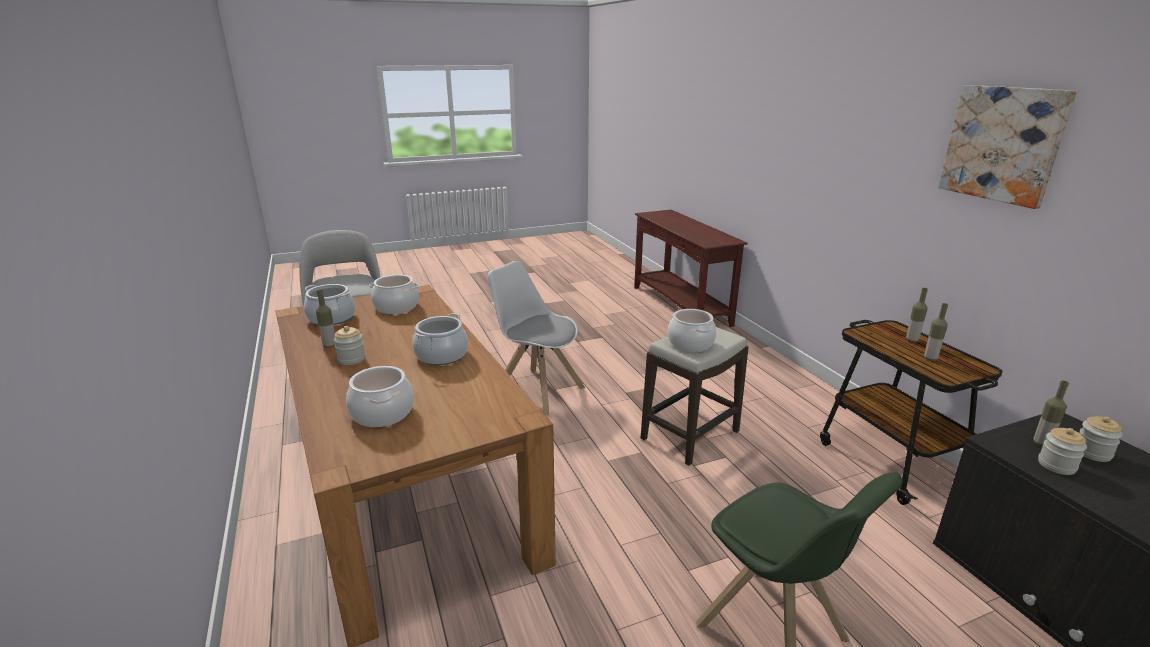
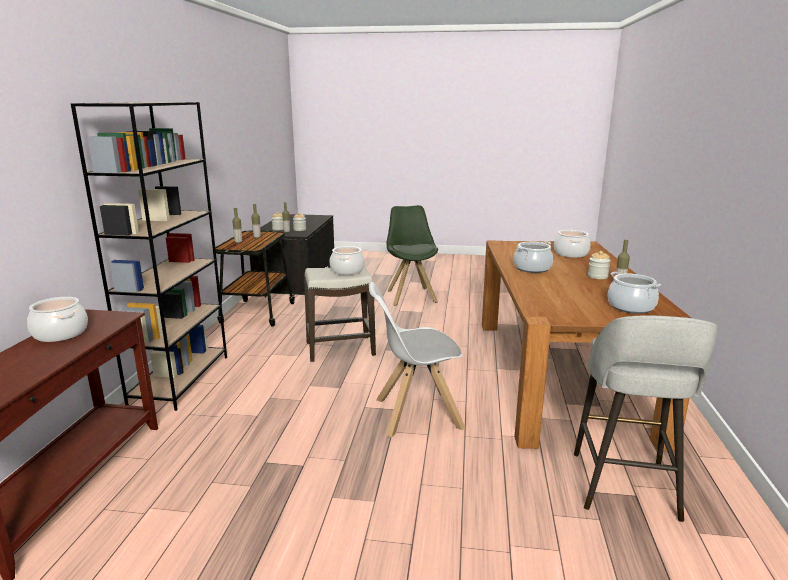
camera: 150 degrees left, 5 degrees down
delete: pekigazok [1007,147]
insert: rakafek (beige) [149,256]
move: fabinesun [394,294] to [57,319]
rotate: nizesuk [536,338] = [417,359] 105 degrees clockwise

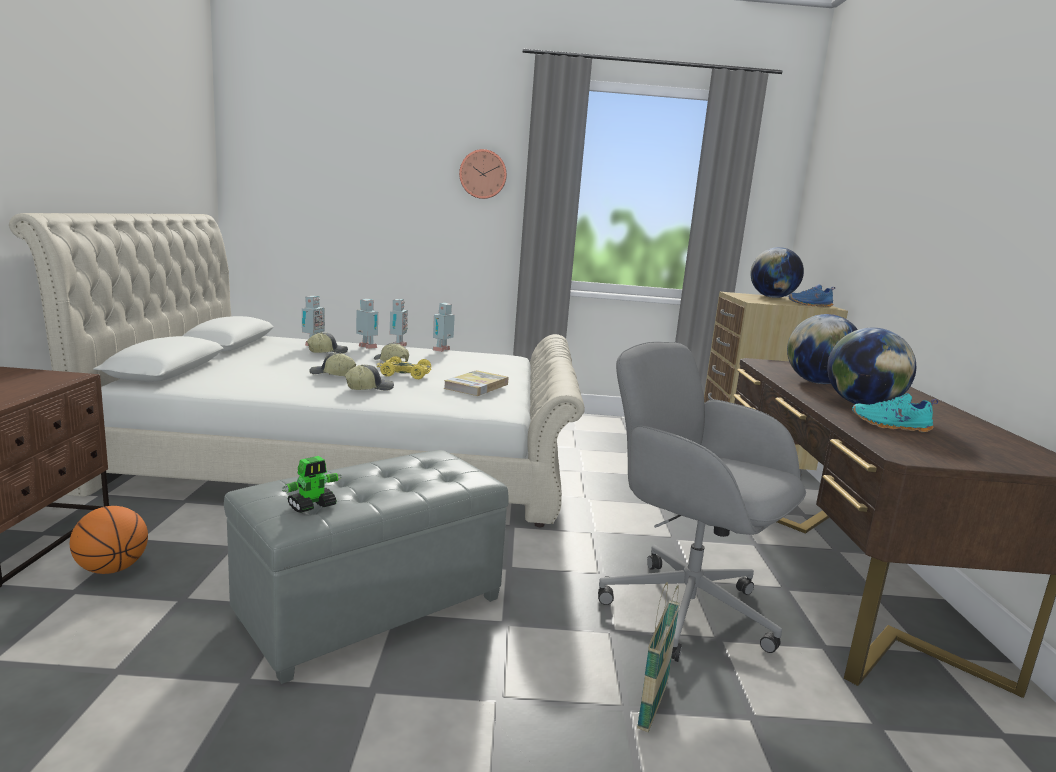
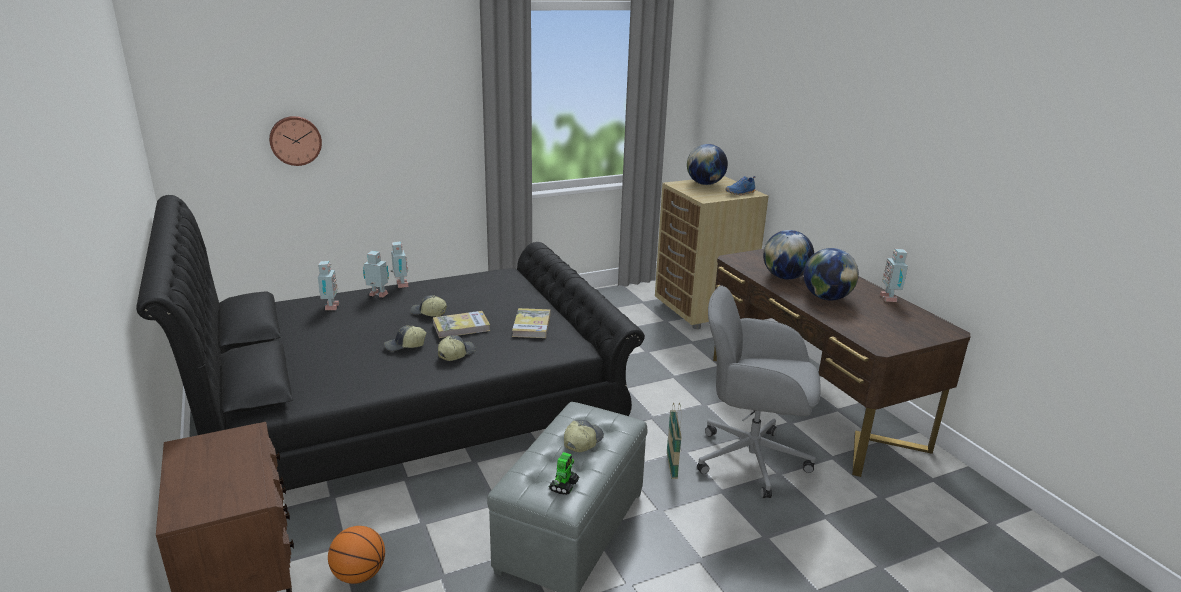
camera: 25 degrees left, 10 degrees up
delete: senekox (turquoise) [895,412]
move: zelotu [327,342] to [584,436]; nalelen [444,327] to [894,275]; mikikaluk [483,174] to [295,141]; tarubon [658,657] to [674,440]
replace: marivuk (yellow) [404,367] to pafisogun [461,324]
recolor: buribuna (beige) [297,370] to buribuna (black) [390,343]

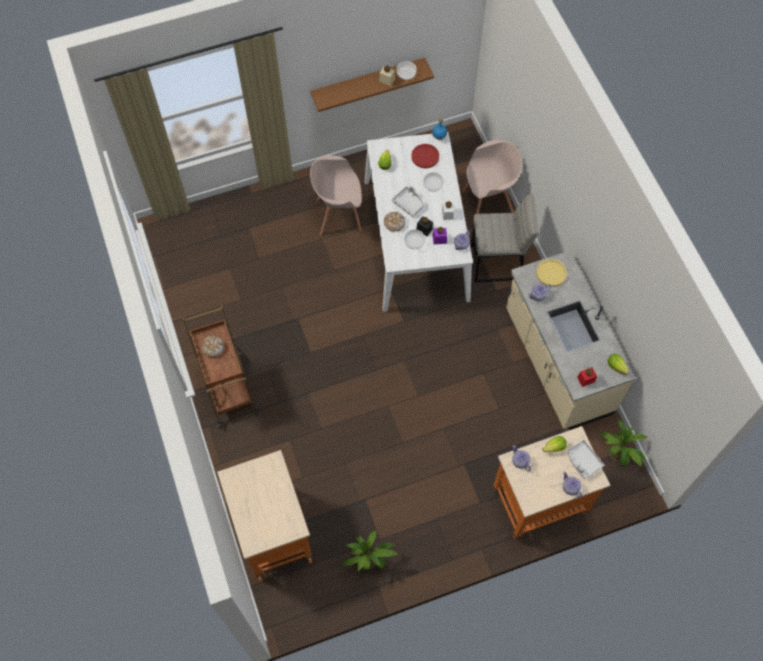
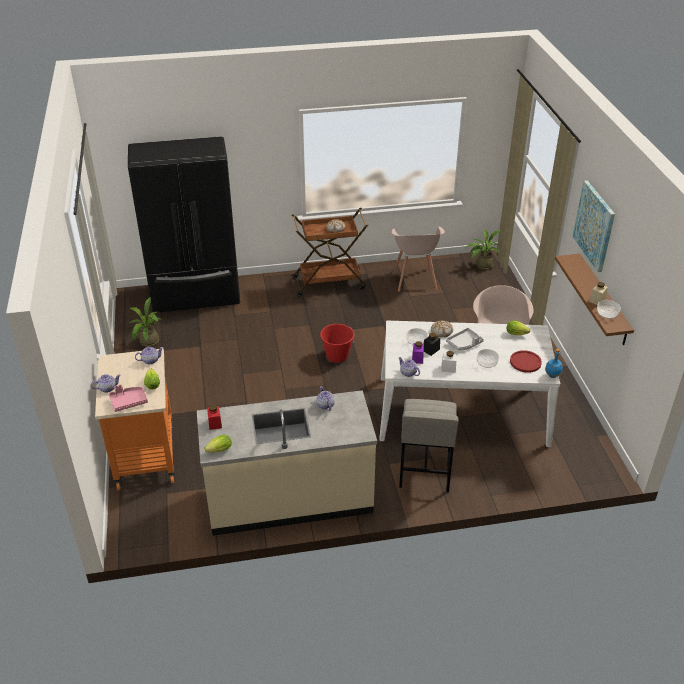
camera: 100 degrees right, 25 degrees down
delete: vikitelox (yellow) [551,273]
insert: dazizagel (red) [337,343]; pekigazok [594,226]
move: nizesuk (beige) [492,177] to [418,259]; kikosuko [623,443] to [483,250]
replace: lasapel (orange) [264,516] to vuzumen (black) [184,224]
recolor: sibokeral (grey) [586,459] to sibokeral (pink) [128,398]

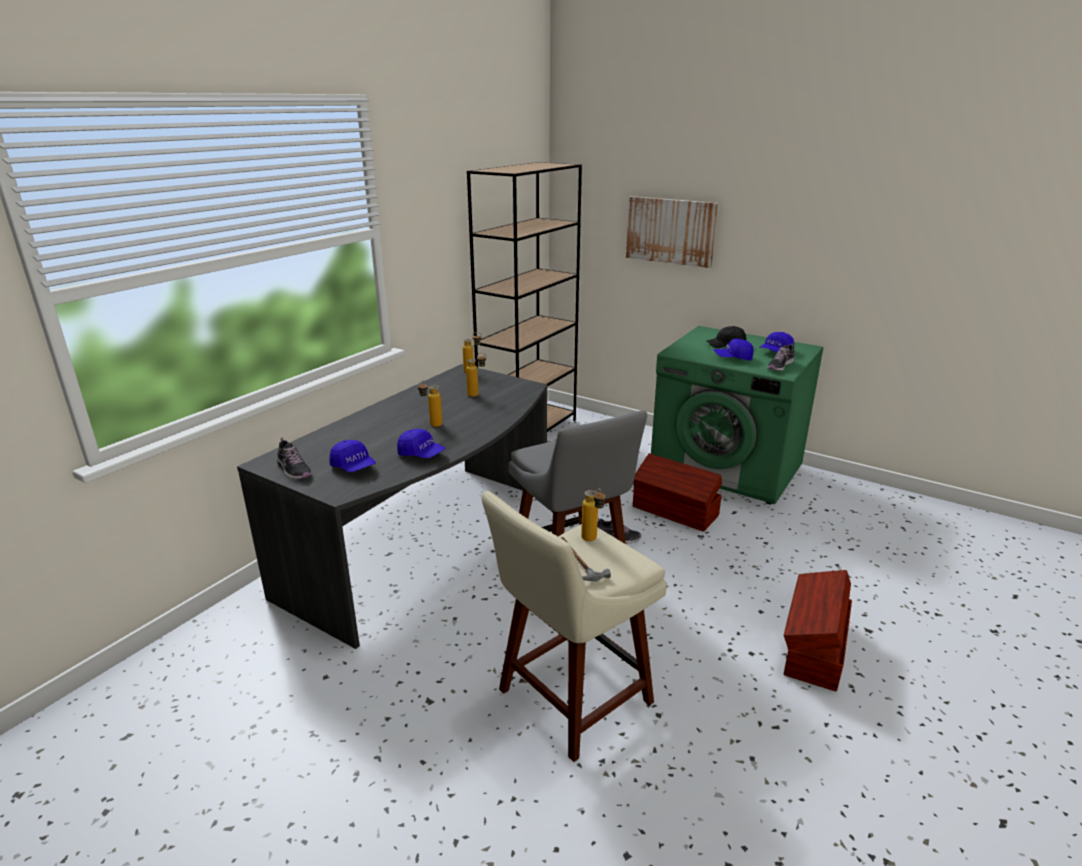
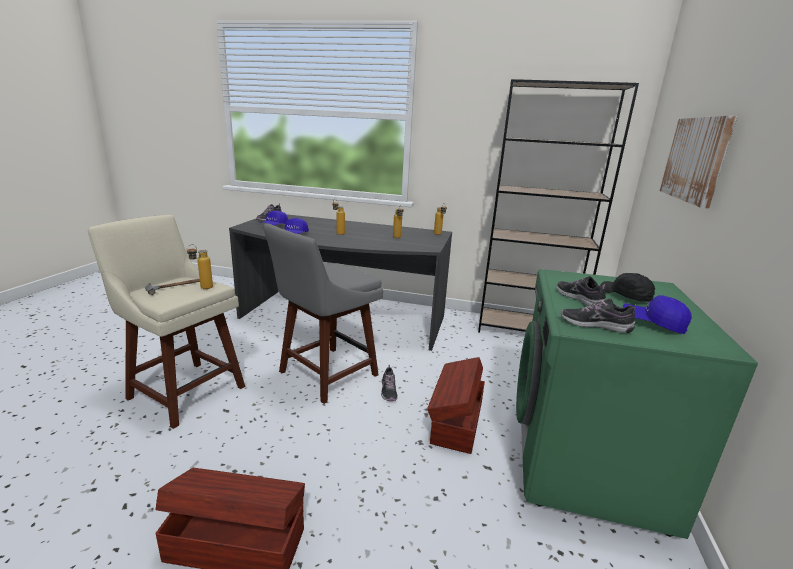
camera: 70 degrees right, 5 degrees down
replace: zelotu (blue) [733,349] to senekox [581,291]

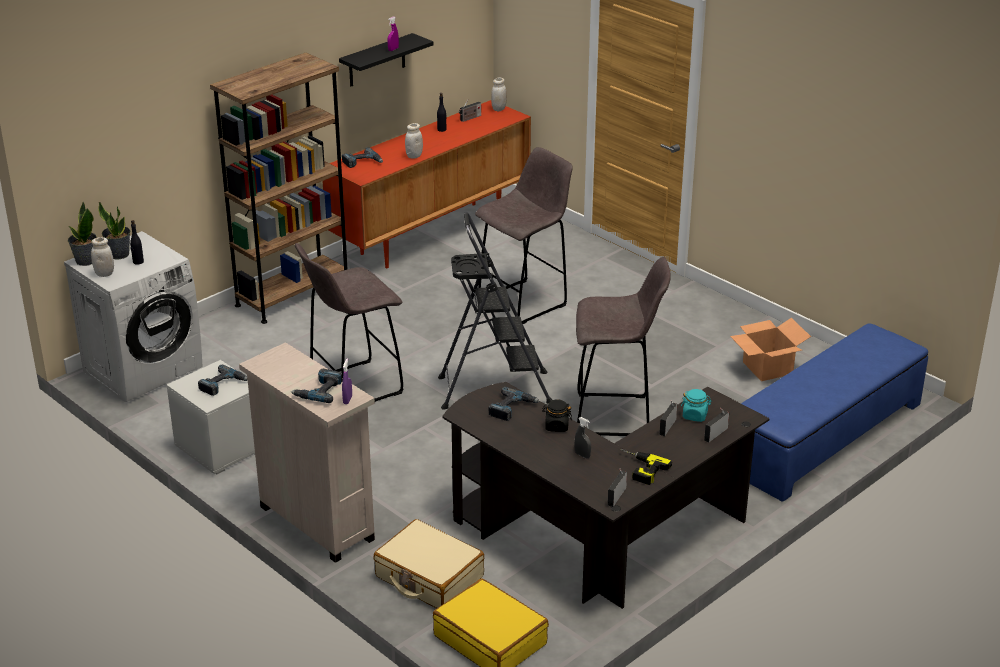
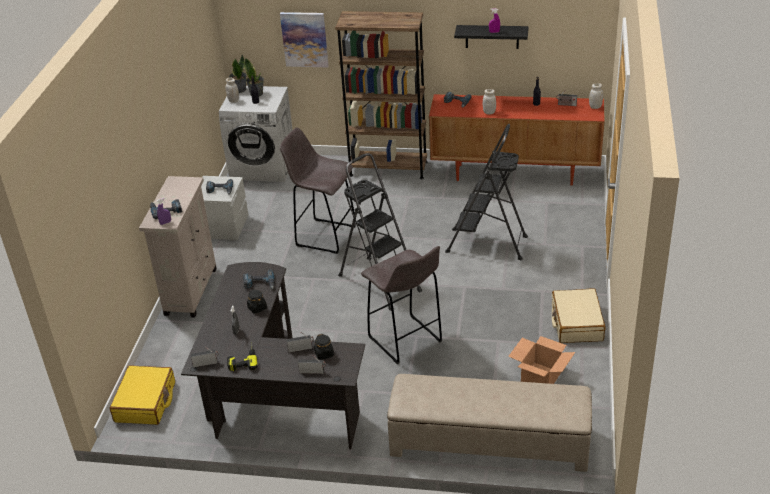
camera: 55 degrees right, 5 degrees up
insert: pekigazok [304,39]
move: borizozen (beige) [428,564] to [579,315]
replace: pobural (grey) [524,235] to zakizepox [486,192]
recolor: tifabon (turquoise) [696,405] to tifabon (black) [324,347]; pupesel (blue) [834,413] to pupesel (beige) [489,423]

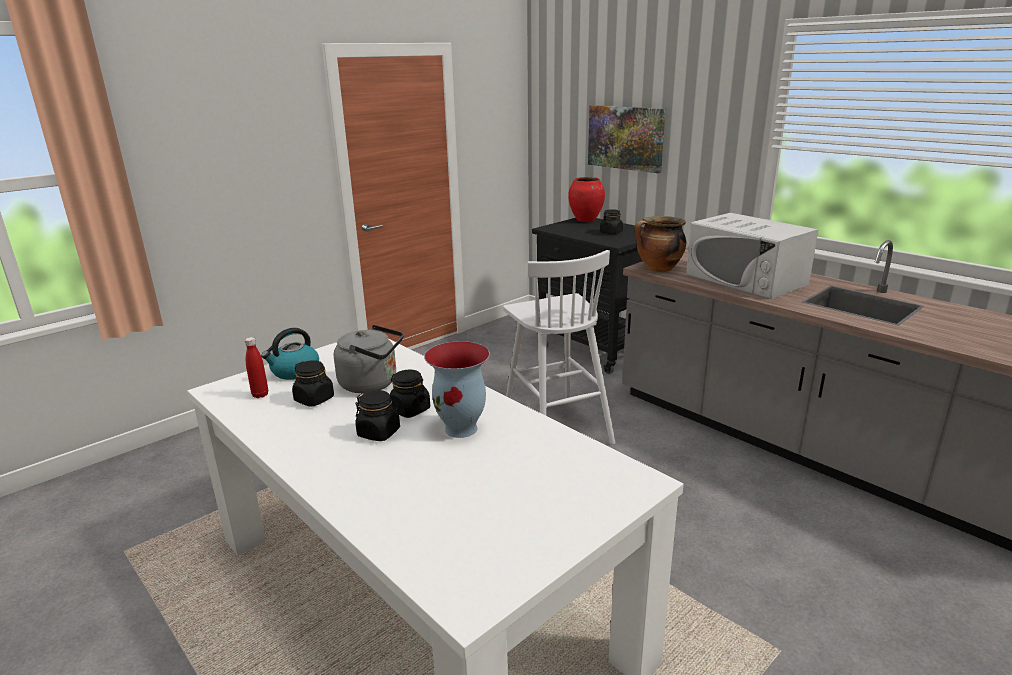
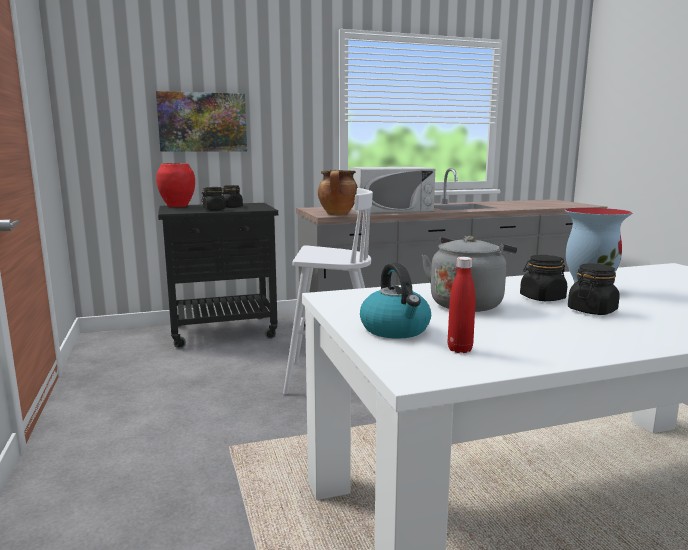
camera: 65 degrees left, 10 degrees down
move: tifabon (black) [313,383] to [214,199]

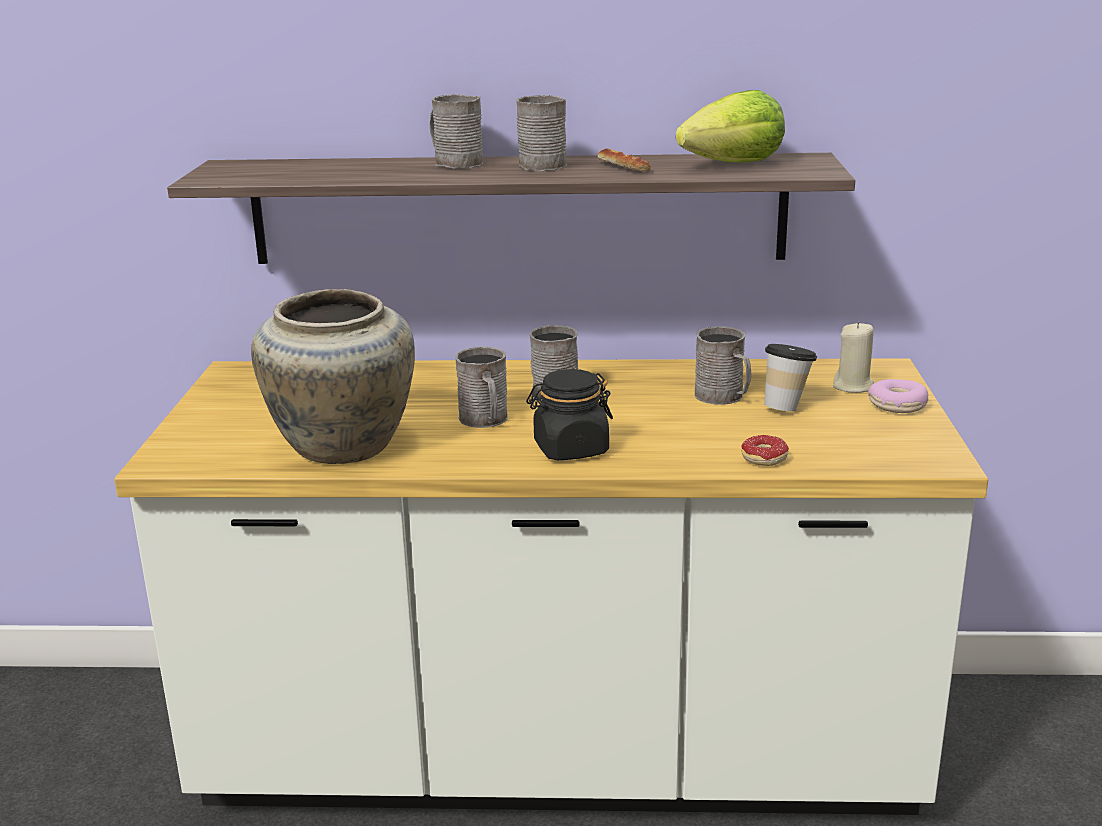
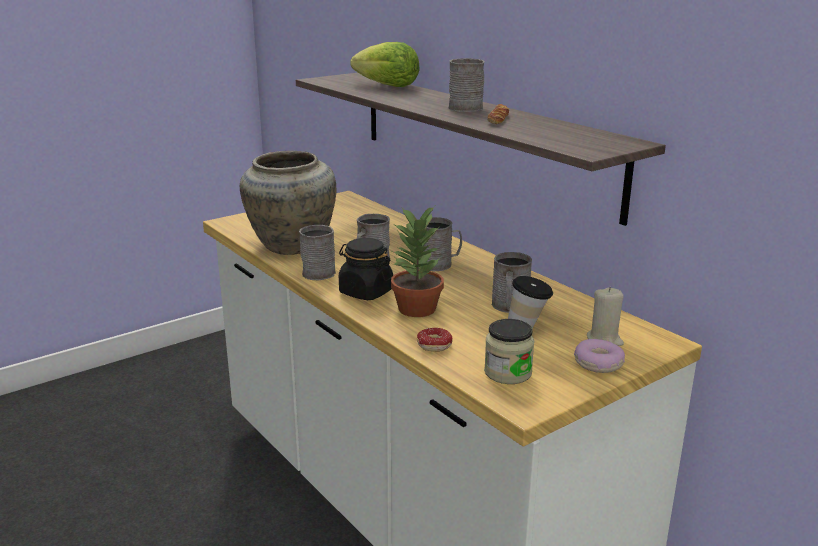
camera: 50 degrees right, 0 degrees up
insert: kikosuko [417,261]; tifabon [509,351]
move: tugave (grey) [456,131] to [317,252]; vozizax [730,126] to [385,64]

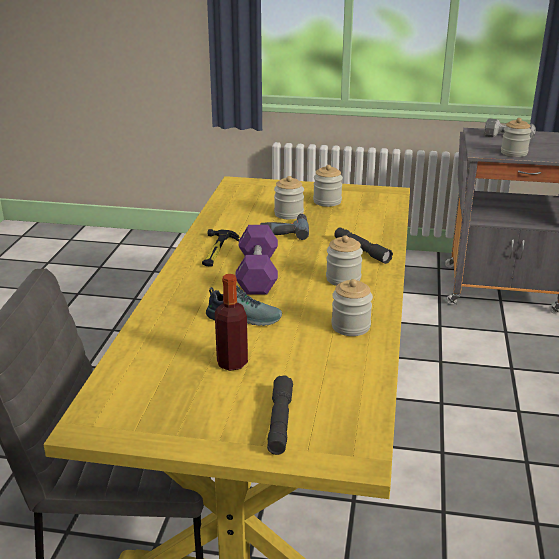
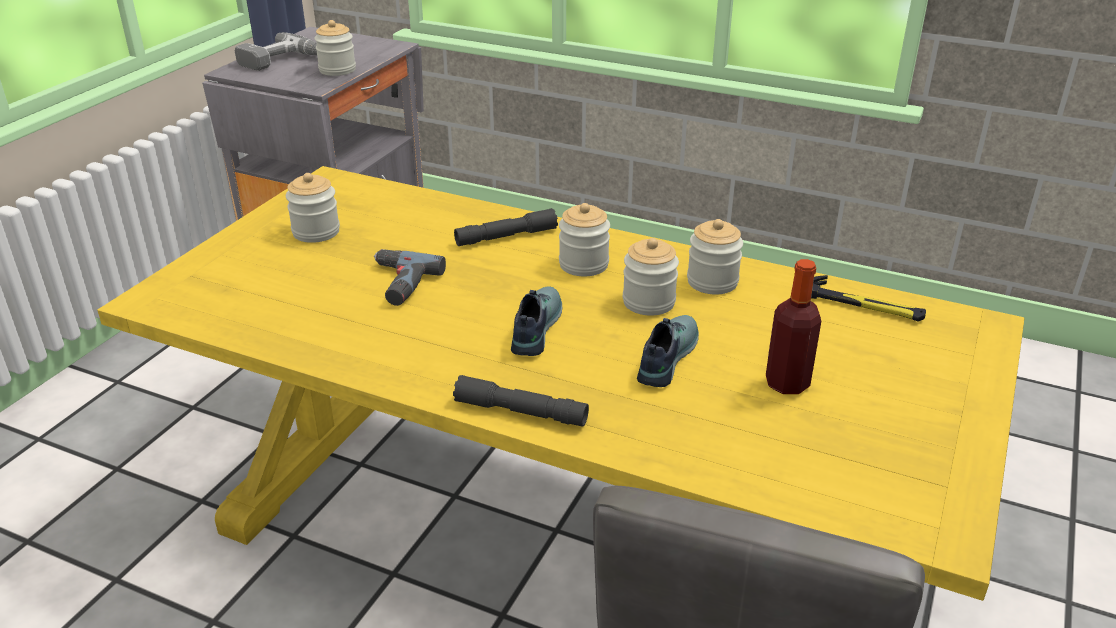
camera: 75 degrees left, 5 degrees up
move: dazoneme [221,248] to [868,298]; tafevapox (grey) [280,415] to [521,401]; tifabon [289,197] to [651,277]
replace: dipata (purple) [256,259] to senekox [536,321]

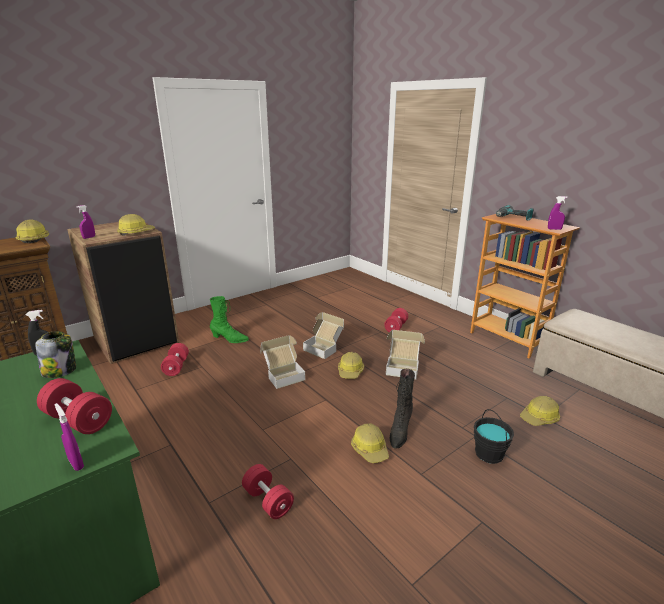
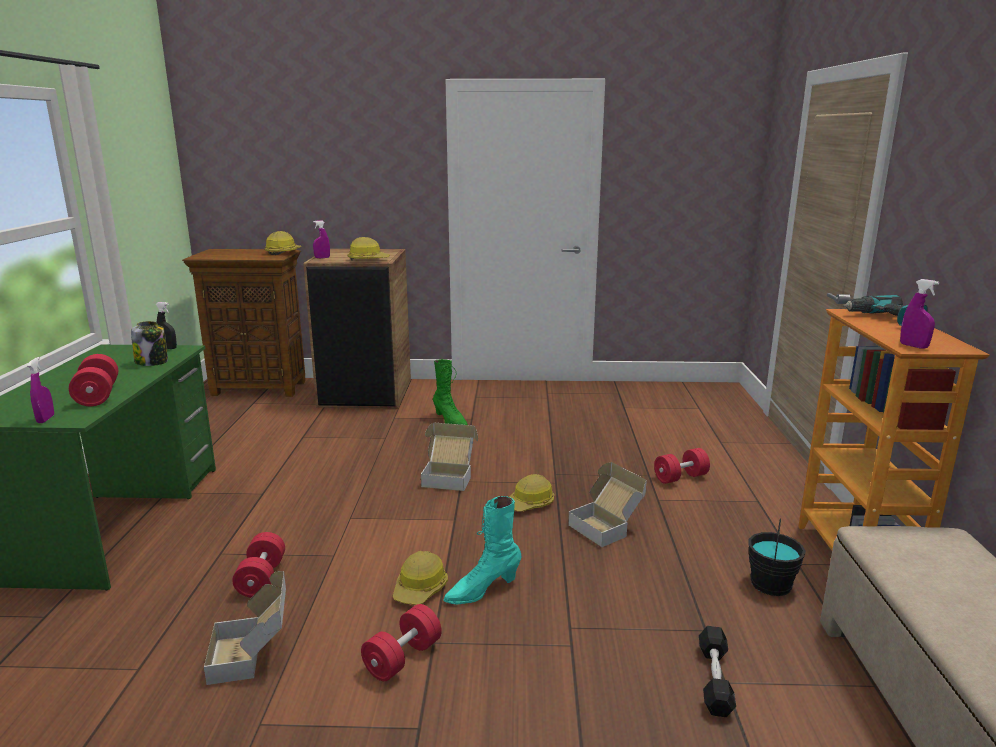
camera: 40 degrees right, 5 degrees down
move: dipata (red) [175,359] to [401,642]; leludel [323,335] to [245,628]; dazizagel (black) [494,436] to [777,557]
replace: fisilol [540,411] to dipata (black) [717,671]
recolor: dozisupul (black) [402,409] to dozisupul (turquoise) [482,550]

